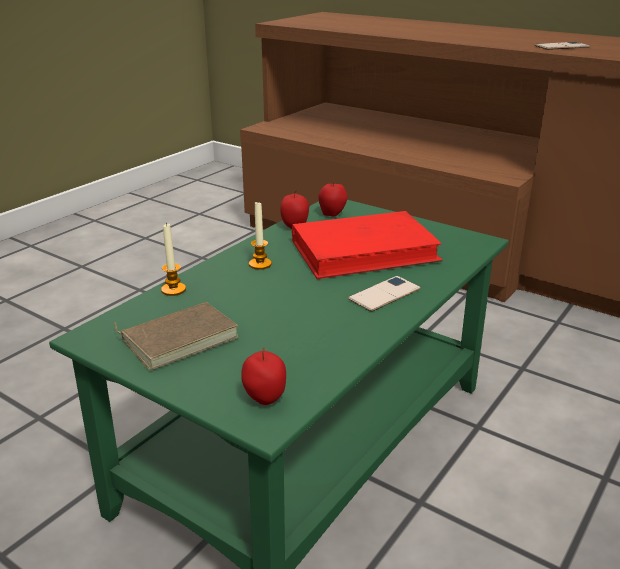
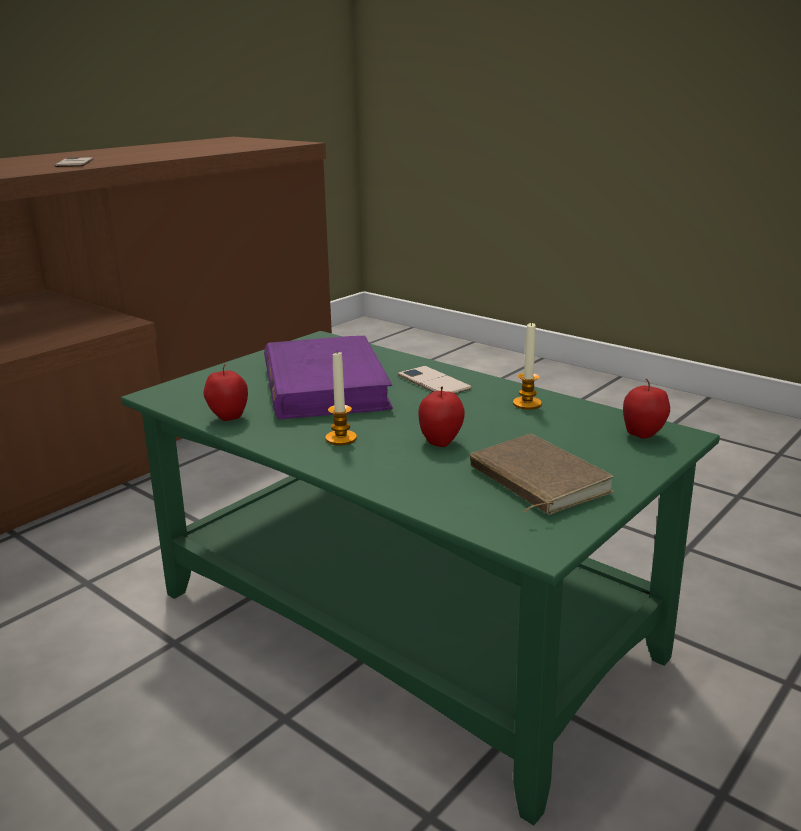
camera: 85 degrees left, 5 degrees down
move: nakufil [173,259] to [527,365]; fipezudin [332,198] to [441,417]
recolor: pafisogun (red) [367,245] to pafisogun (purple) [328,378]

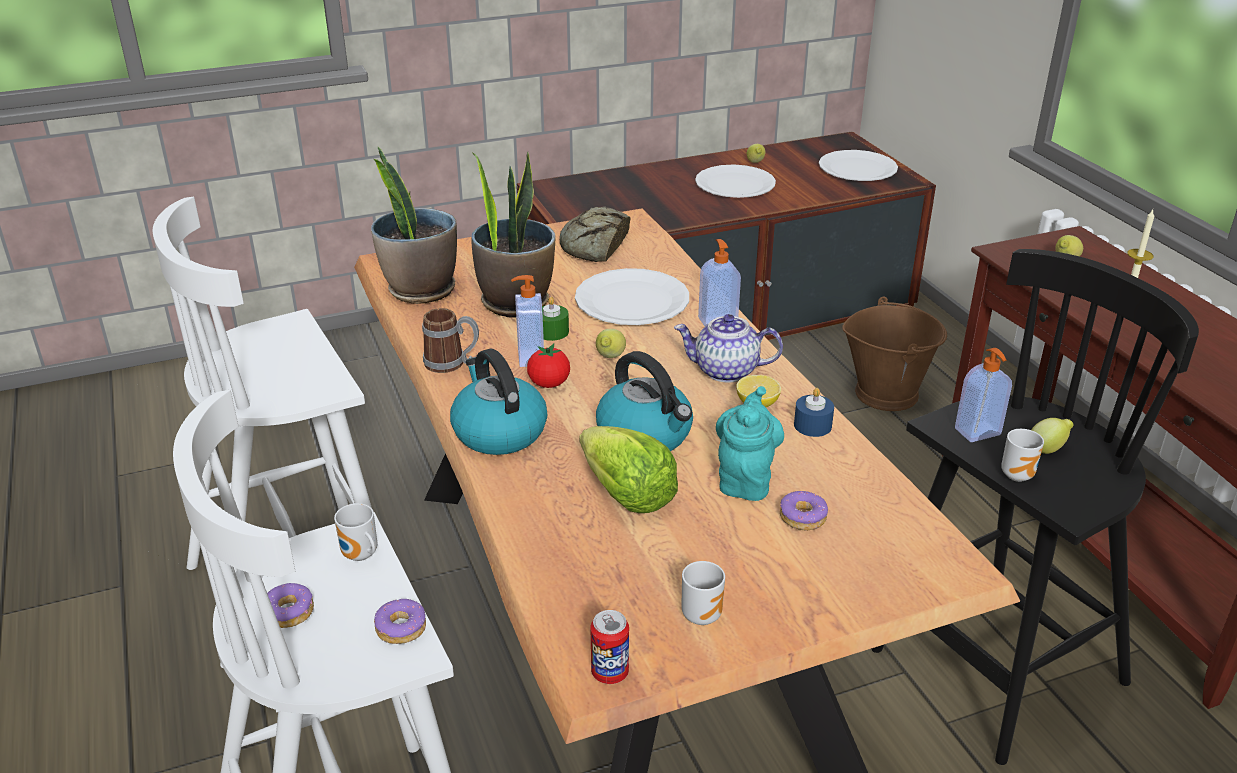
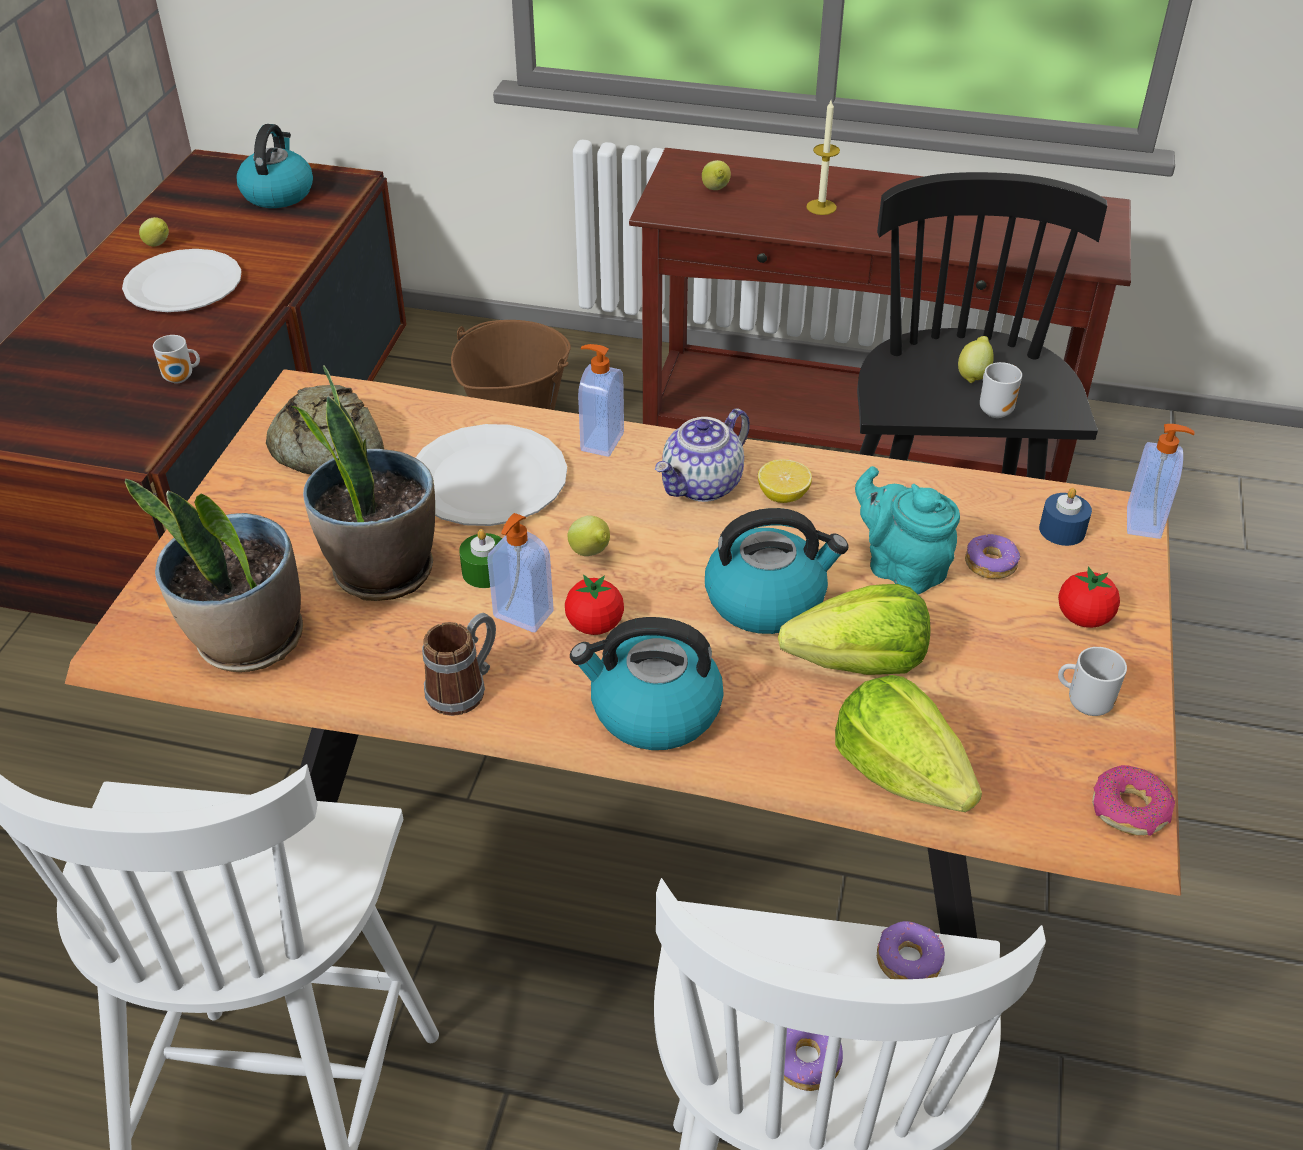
camera: 55 degrees left, 10 degrees up
insert: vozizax [908,743]; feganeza [1089,597]
move: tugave [355,532] to [176,359]; nakufil (blue) [814,412] to [1065,517]; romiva [983,395] to [1161,481]
replace: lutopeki [609,647] to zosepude [1133,800]; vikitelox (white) [858,165] to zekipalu [274,166]

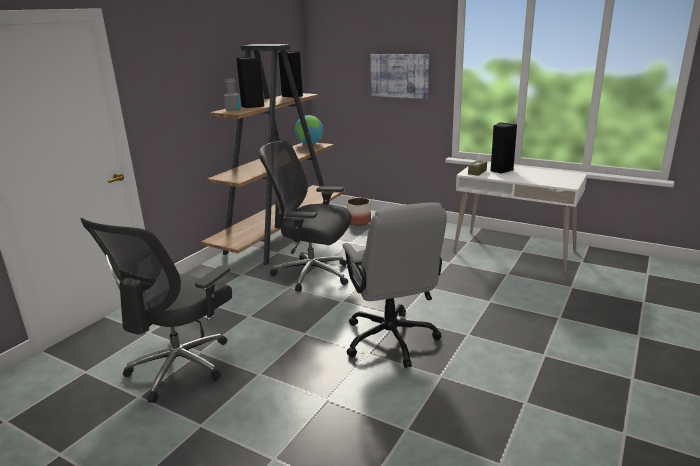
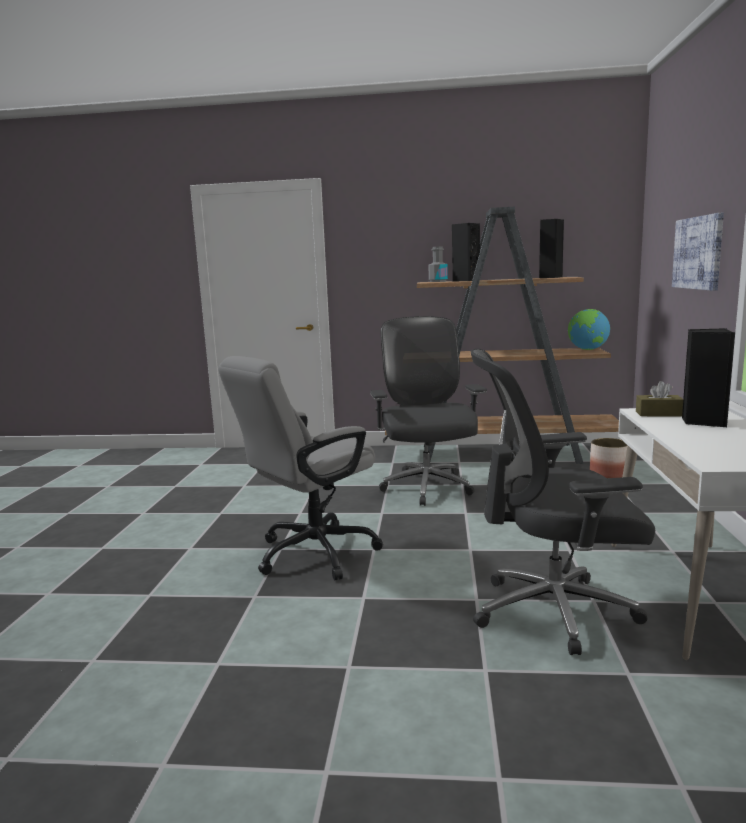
camera: 65 degrees right, 10 degrees down
move: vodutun [156,310] to [563,502]

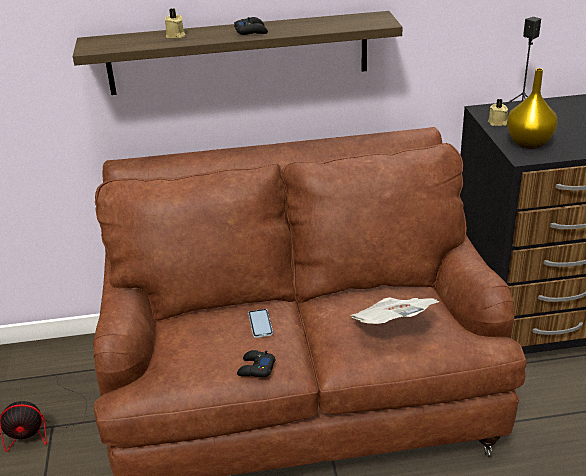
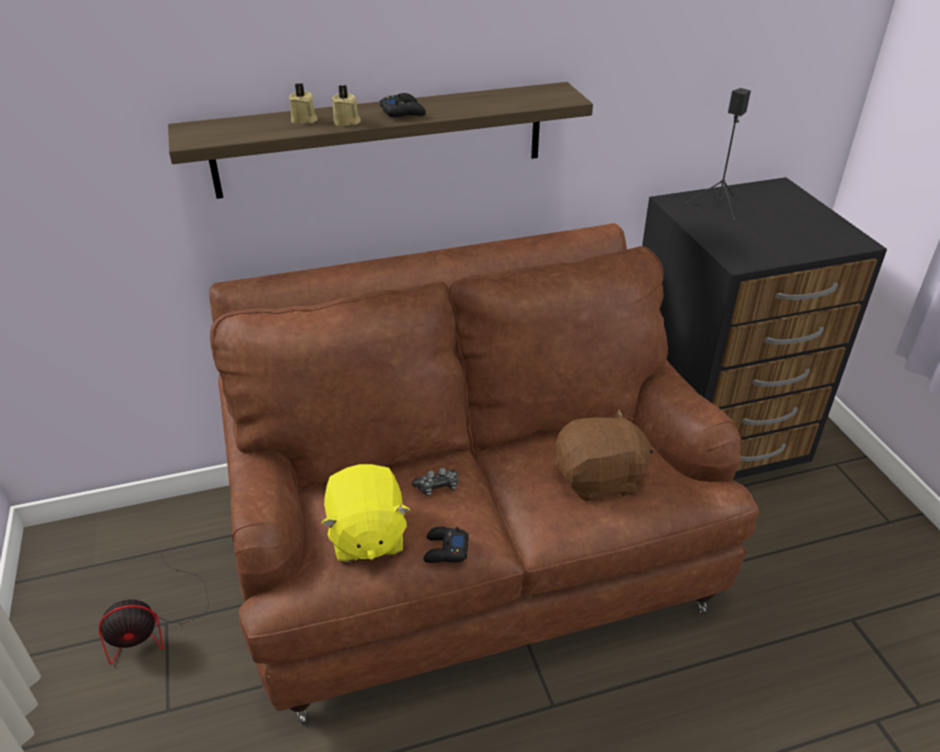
camera: 10 degrees left, 5 degrees up
delete: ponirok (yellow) [532,108]
insert: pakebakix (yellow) [366,513]
move: nakufil (beige) [498,112] to [346,105]
replace: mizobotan [260,323] to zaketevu [435,482]; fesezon [395,310] to pakebakix (brown) [605,455]

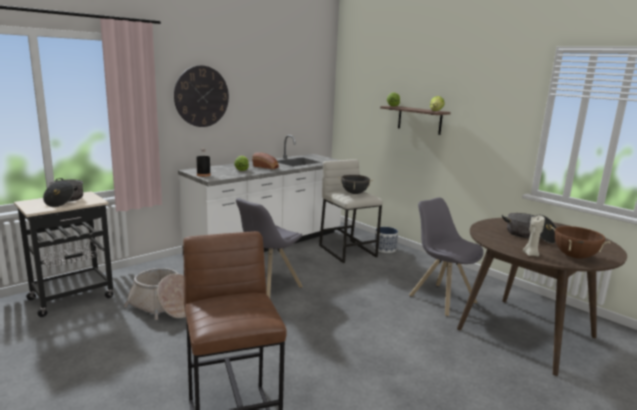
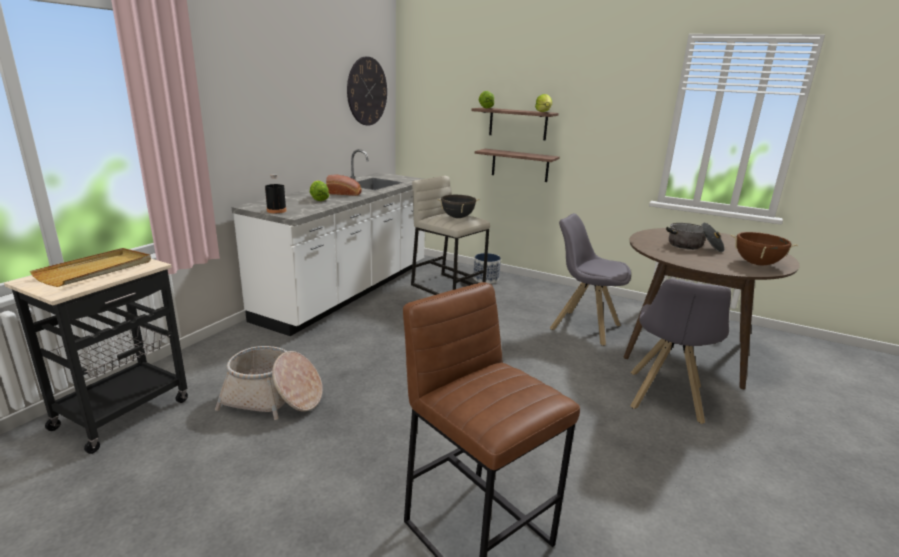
camera: 20 degrees left, 5 degrees up
delete: nakufil (beige) [534,236]
insert: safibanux [517,165]
move: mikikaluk [201,96] to [367,91]; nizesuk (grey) [269,248] to [680,351]
replace: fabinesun [63,192] to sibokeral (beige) [90,267]

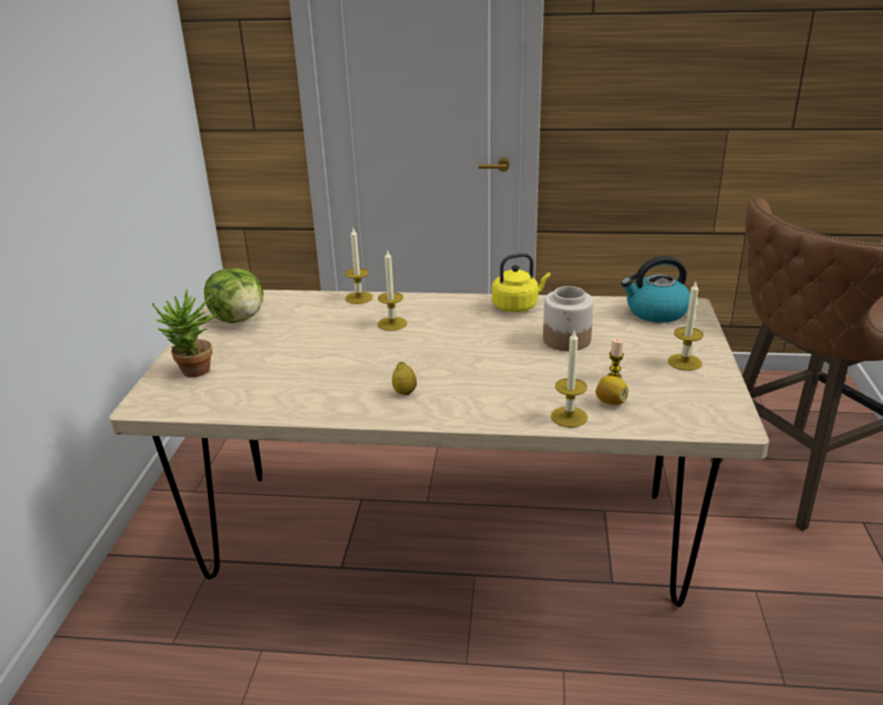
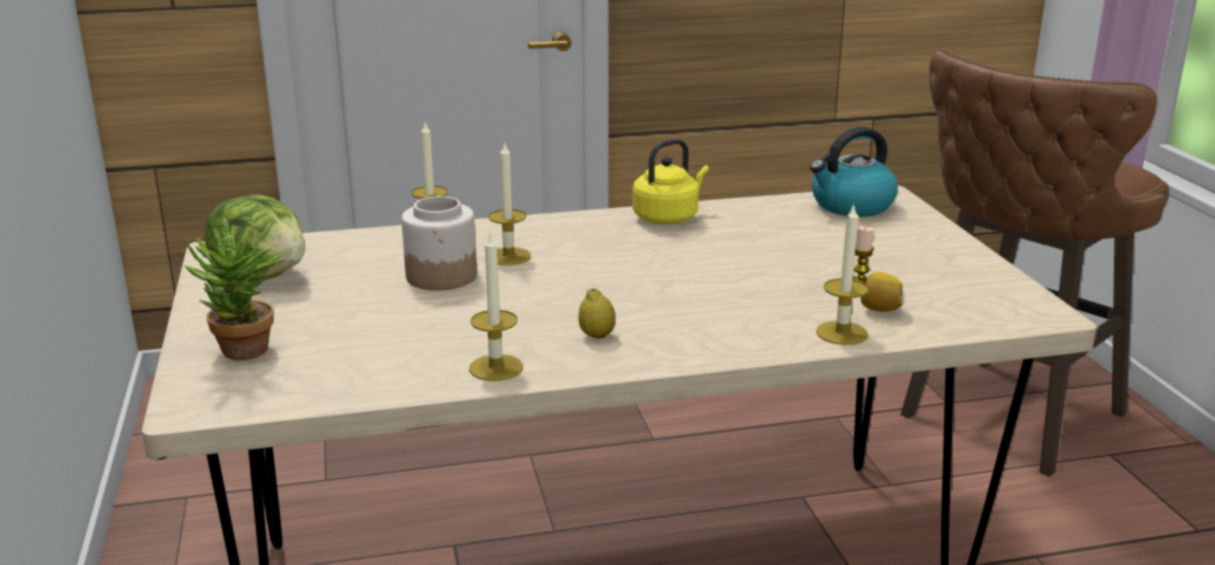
camera: 20 degrees left, 5 degrees down
move: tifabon [568,318] to [439,243]; nakufil [685,326] to [496,306]

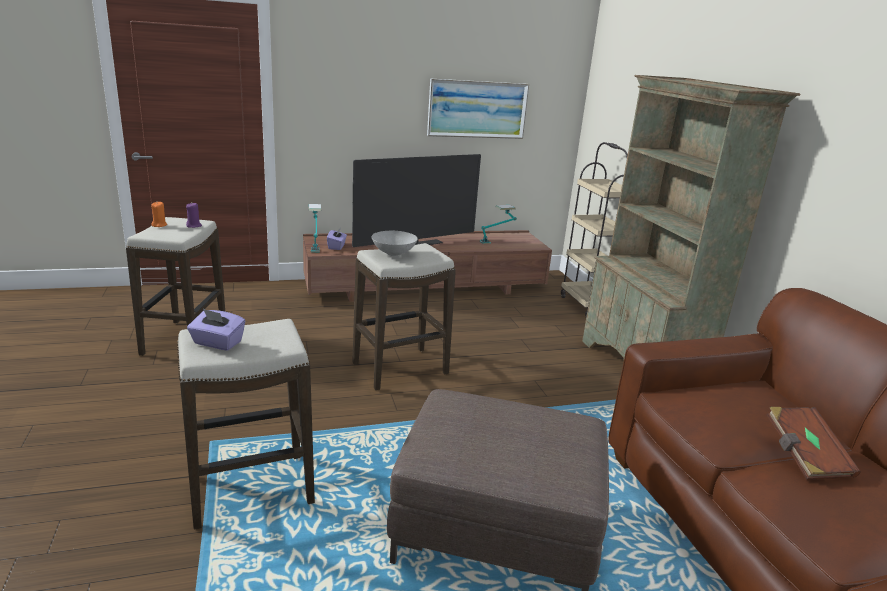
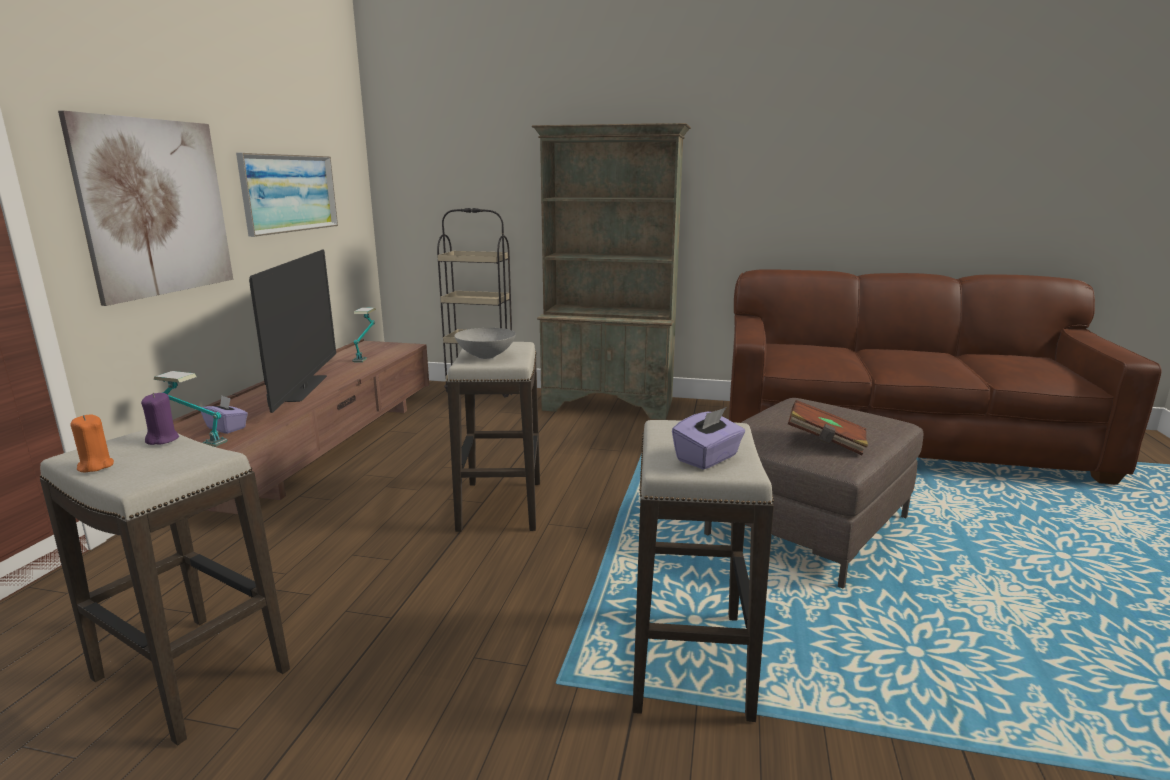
camera: 60 degrees left, 5 degrees down
insert: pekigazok [145,208]
move: pafisogun (brown) [813,443] to [828,427]

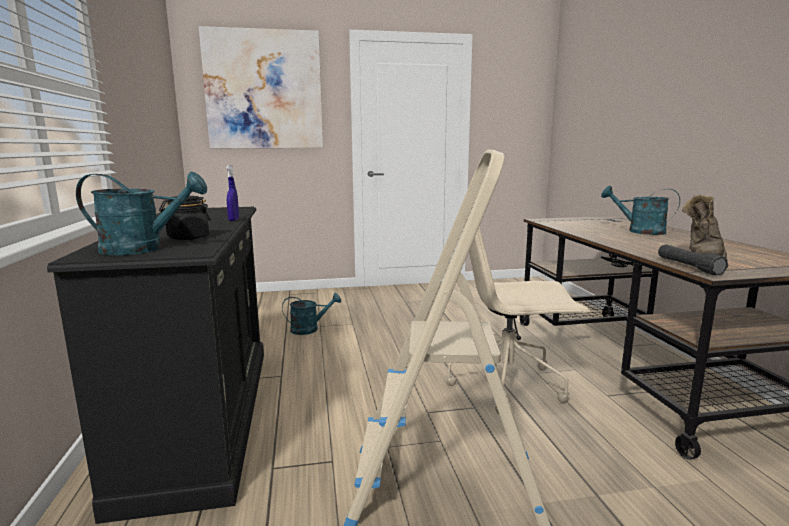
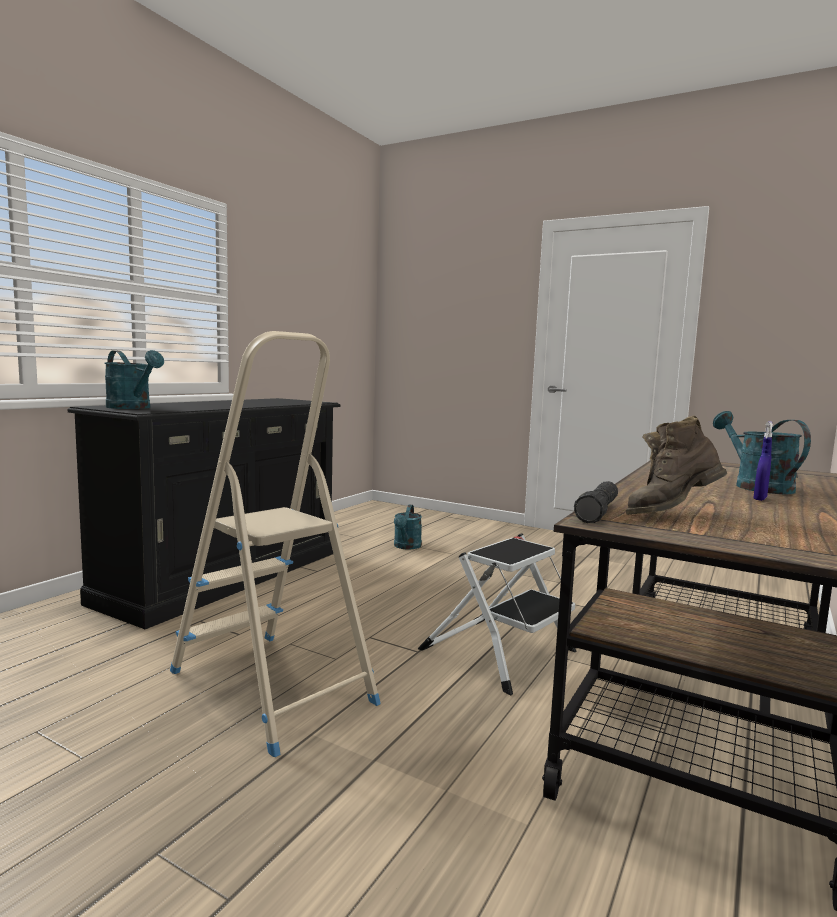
camera: 40 degrees right, 5 degrees down
delete: tifabon (black) [184,218]; pekigazok [261,87]
move: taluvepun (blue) [232,193] to [763,461]
replace: vodutun (beige) [518,317] to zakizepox [497,614]
rotate: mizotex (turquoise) [311,314] = [408,527] 75 degrees clockwise

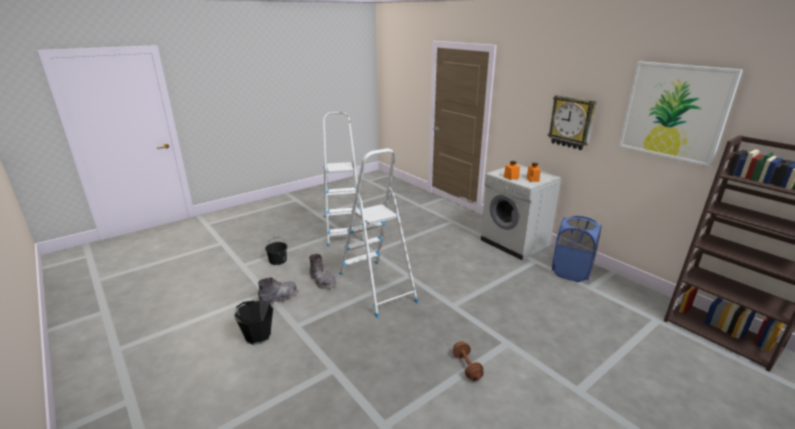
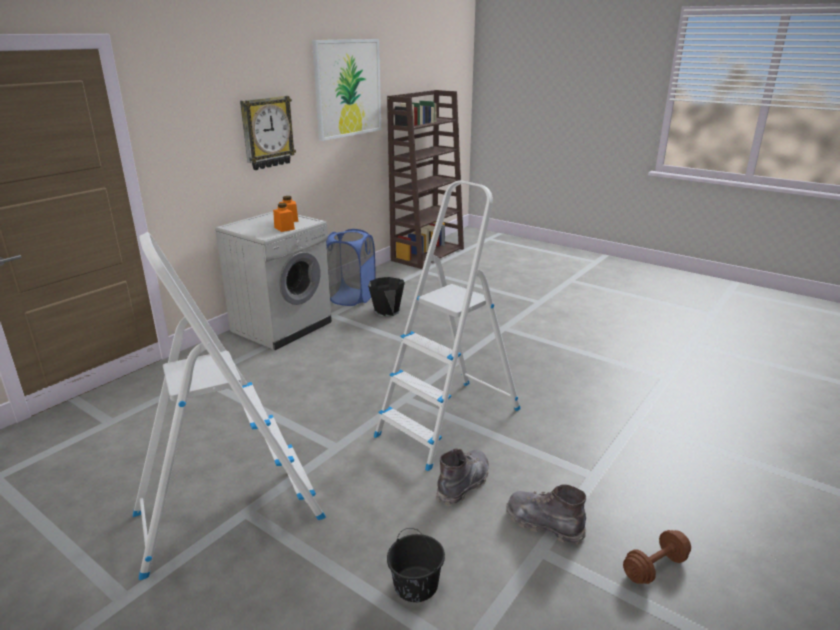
camera: 105 degrees left, 0 degrees up
move: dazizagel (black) [253,323] to [386,297]; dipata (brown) [468,361] to [657,557]

